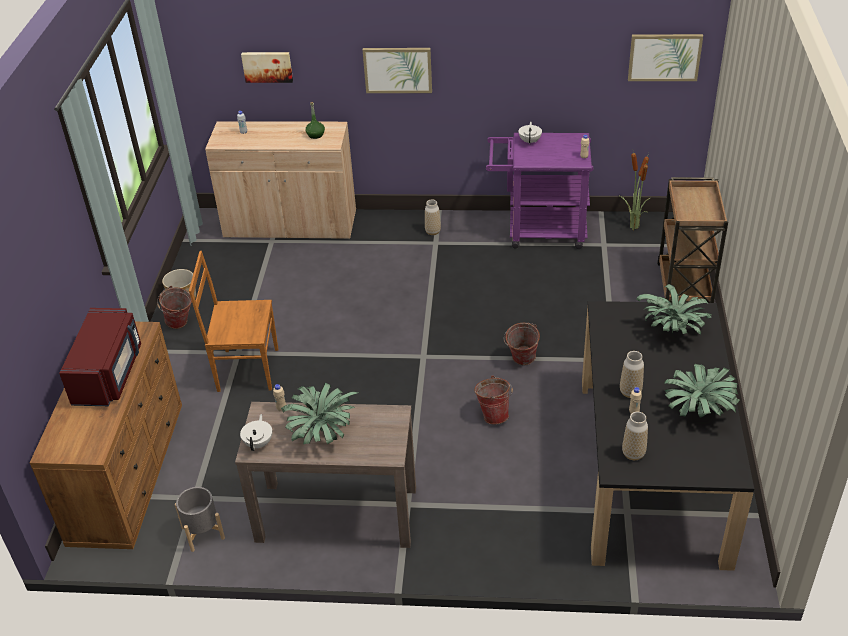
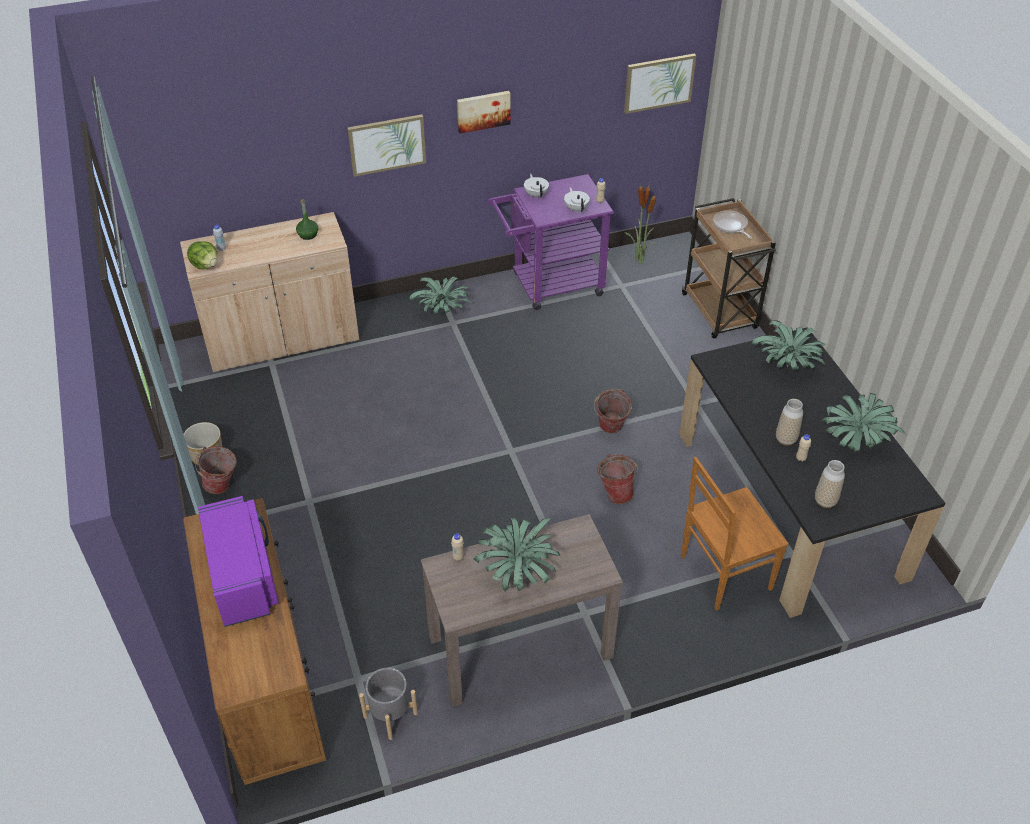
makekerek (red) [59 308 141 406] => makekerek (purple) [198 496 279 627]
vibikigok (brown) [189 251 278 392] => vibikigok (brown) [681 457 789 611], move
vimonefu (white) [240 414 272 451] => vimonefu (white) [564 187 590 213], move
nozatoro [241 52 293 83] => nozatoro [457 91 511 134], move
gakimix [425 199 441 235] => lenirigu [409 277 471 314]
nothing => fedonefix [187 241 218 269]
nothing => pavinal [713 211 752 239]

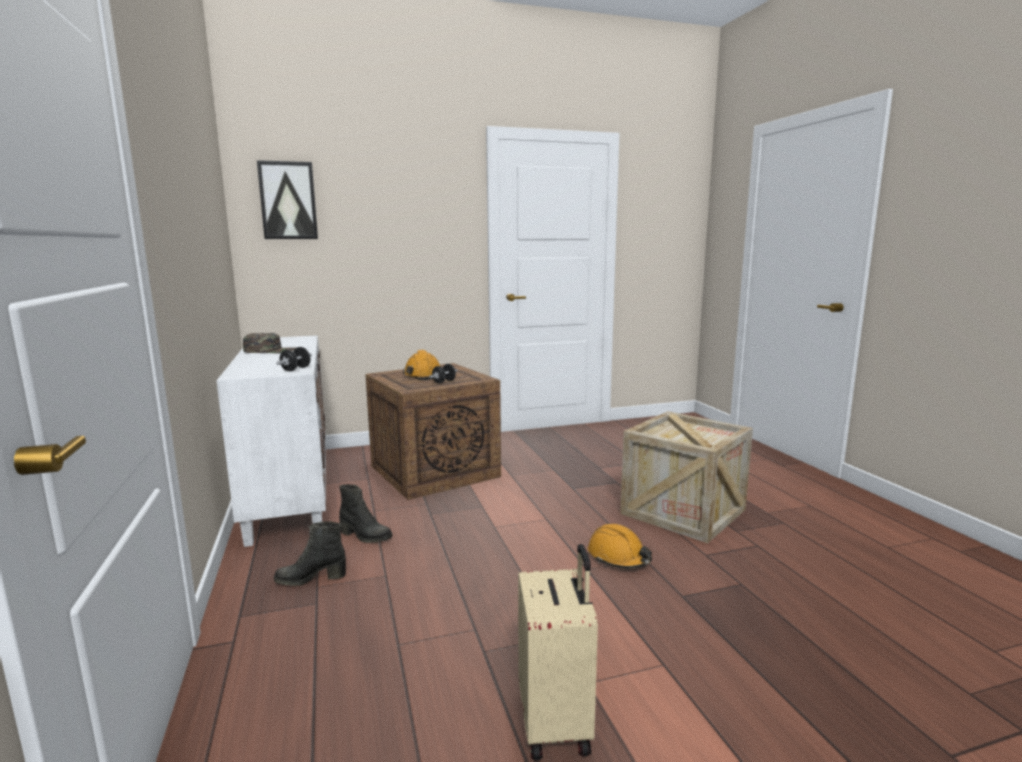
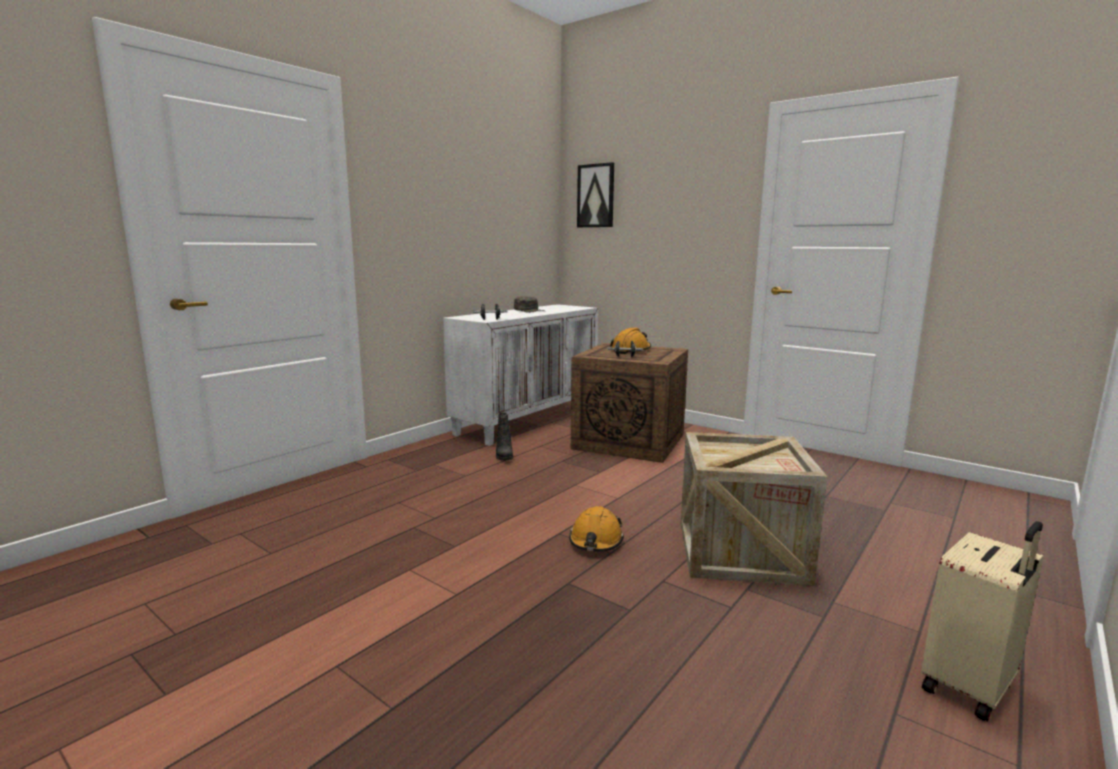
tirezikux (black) [274 521 346 586] => nothing
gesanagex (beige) [518 544 598 760] => gesanagex (beige) [921 521 1044 722], move

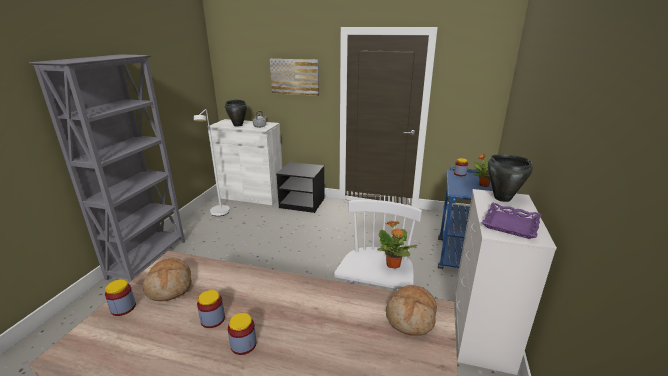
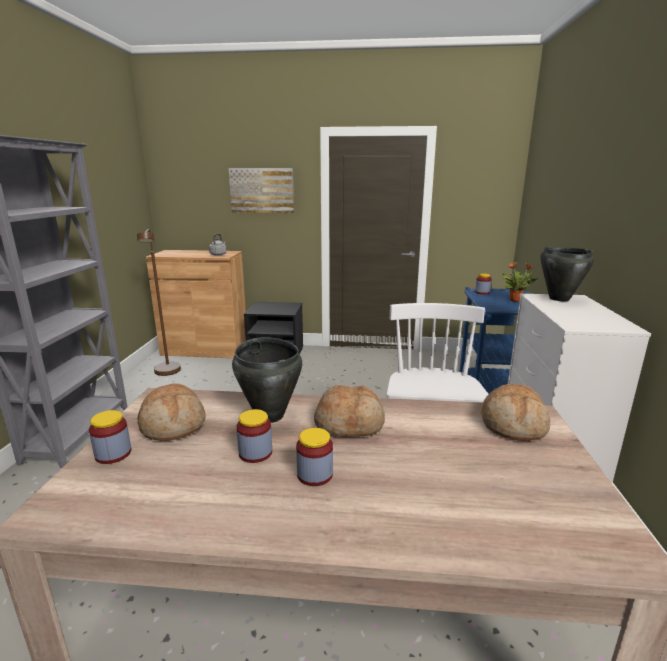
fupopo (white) [194 109 230 216] => fupopo (brown) [137 229 181 376]
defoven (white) [207 119 282 205] => defoven (brown) [146 250 246 358]
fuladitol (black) [225 100 247 127] => fuladitol (black) [232 337 302 423], move
lenirigu [377 221 417 269] => nothing
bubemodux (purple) [482 203 542 239] => nothing
nothing => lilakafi [314 385 385 437]

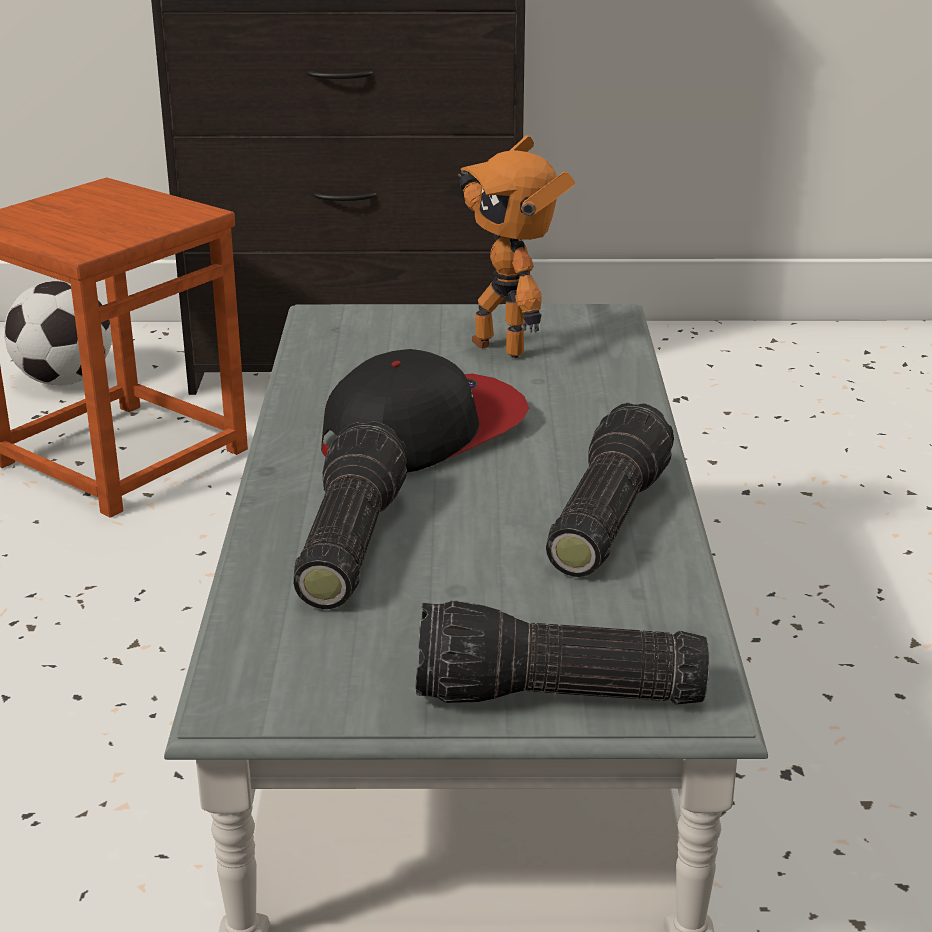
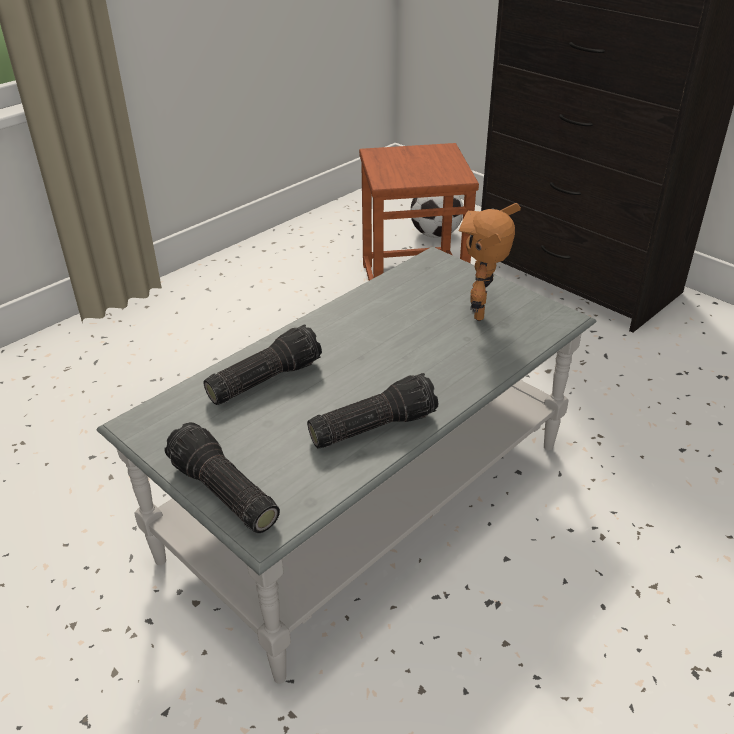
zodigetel [321 349 529 473] => nothing

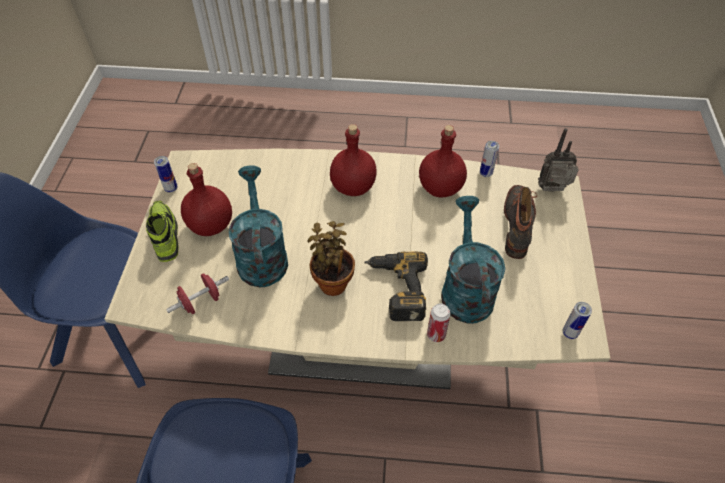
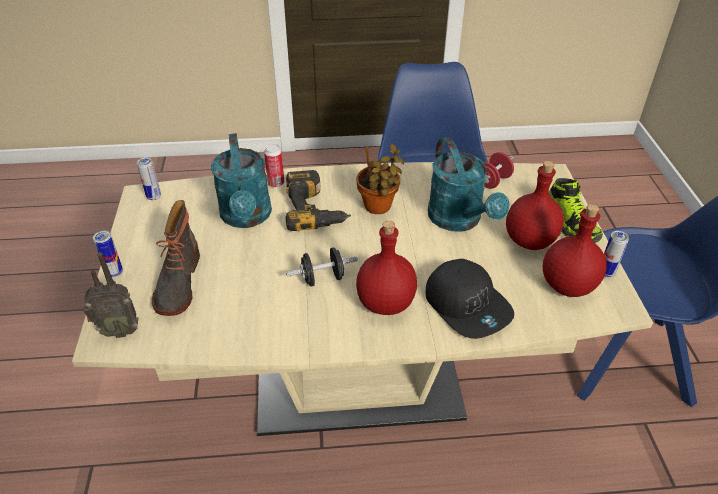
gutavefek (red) [419 125 467 198] => gutavefek (red) [543 204 607 297], move
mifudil [480 141 499 177] => mifudil [93 231 123 277], move
nothing => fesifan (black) [286 247 358 286]
nothing => zodigetel (black) [425 259 514 339]

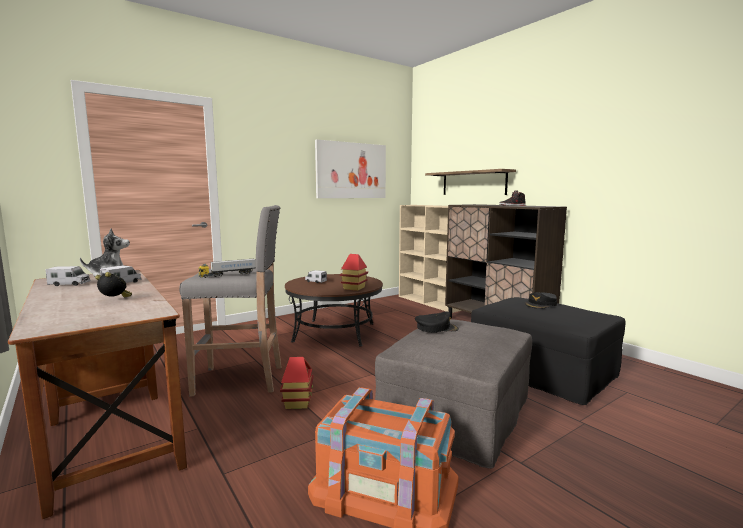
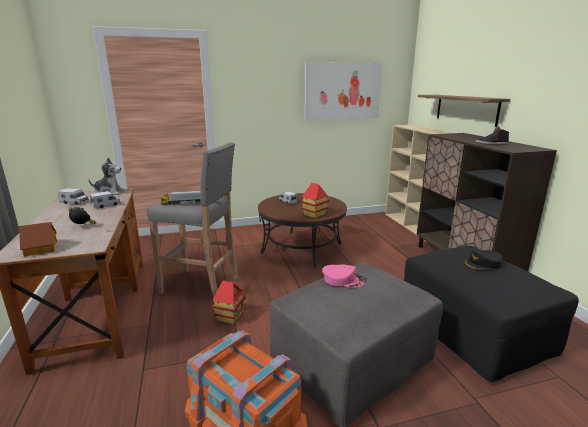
zodigetel (black) [415 311 459 333] => zodigetel (pink) [322 265 364 287]
nothing => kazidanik [19 222 57 256]

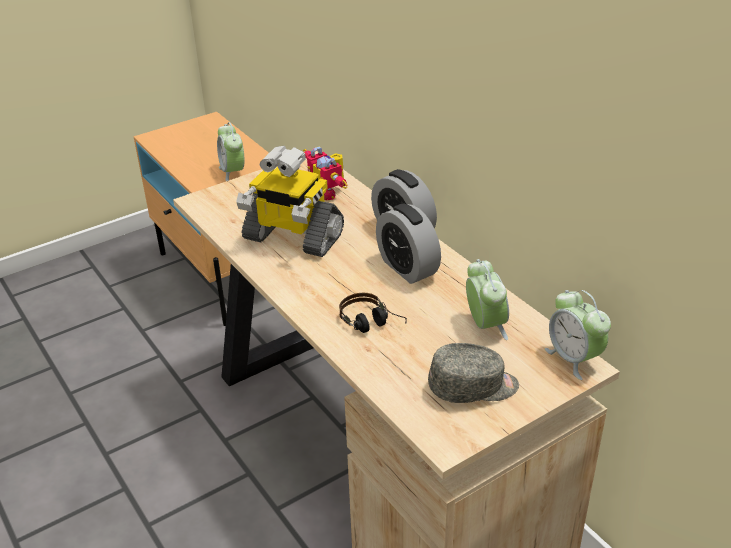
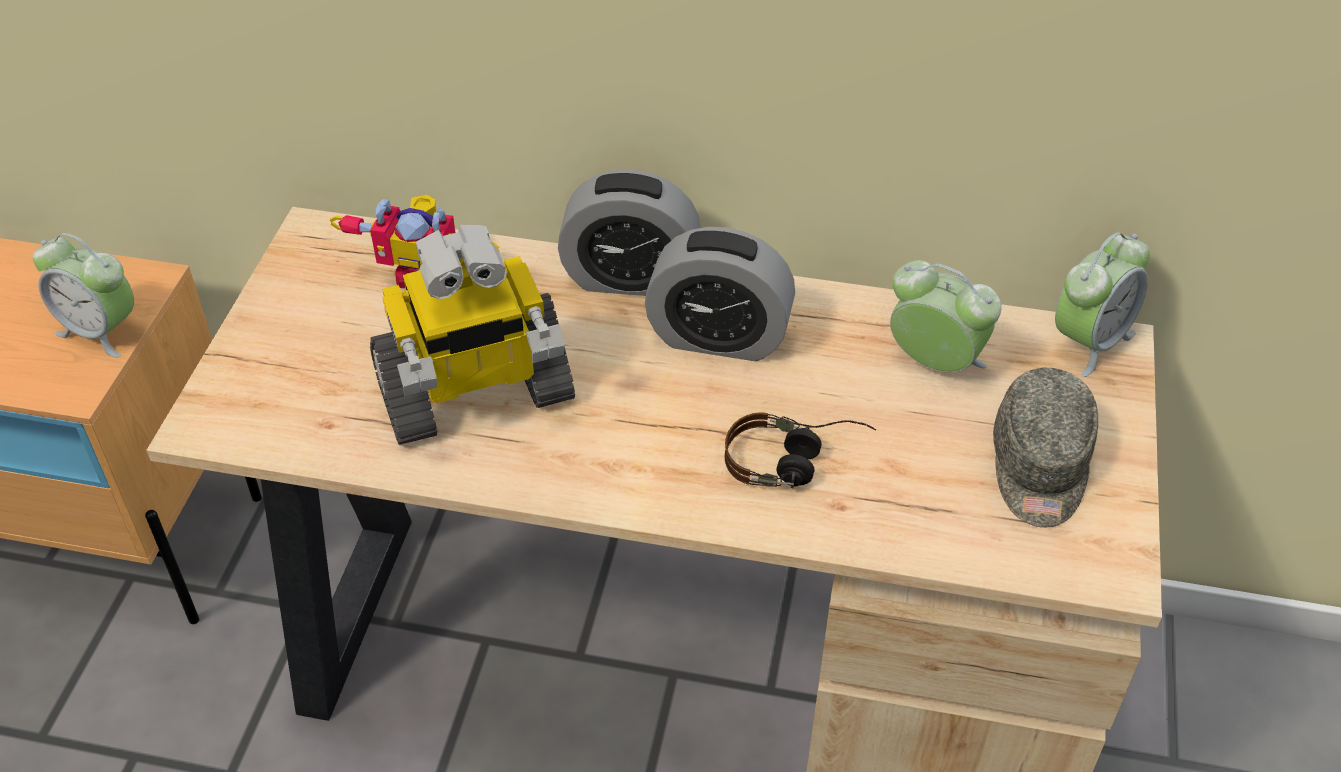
zodigetel (grey) [428 343 519 403] => zodigetel (grey) [993 368 1098 527], 150 degrees clockwise
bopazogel [545 290 611 380] => bopazogel [1055 232 1150 377], 60 degrees counterclockwise

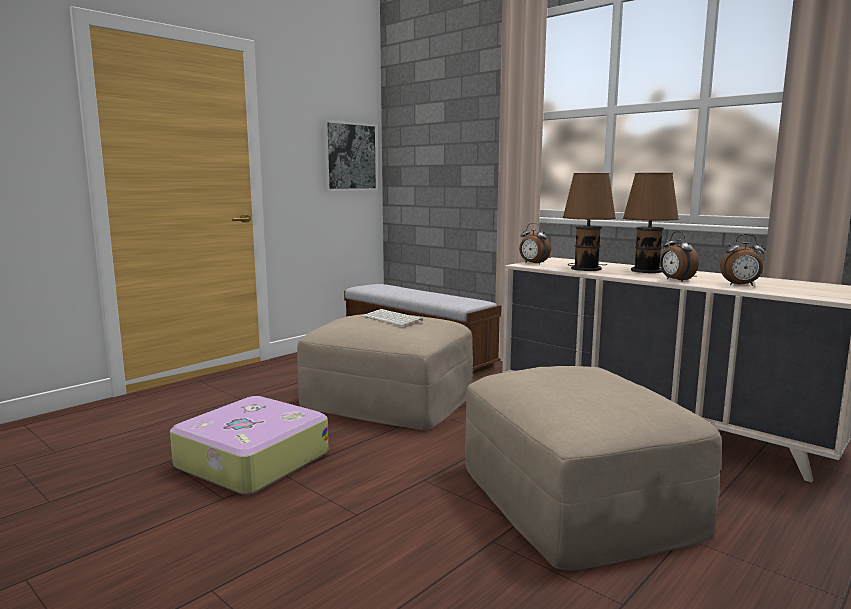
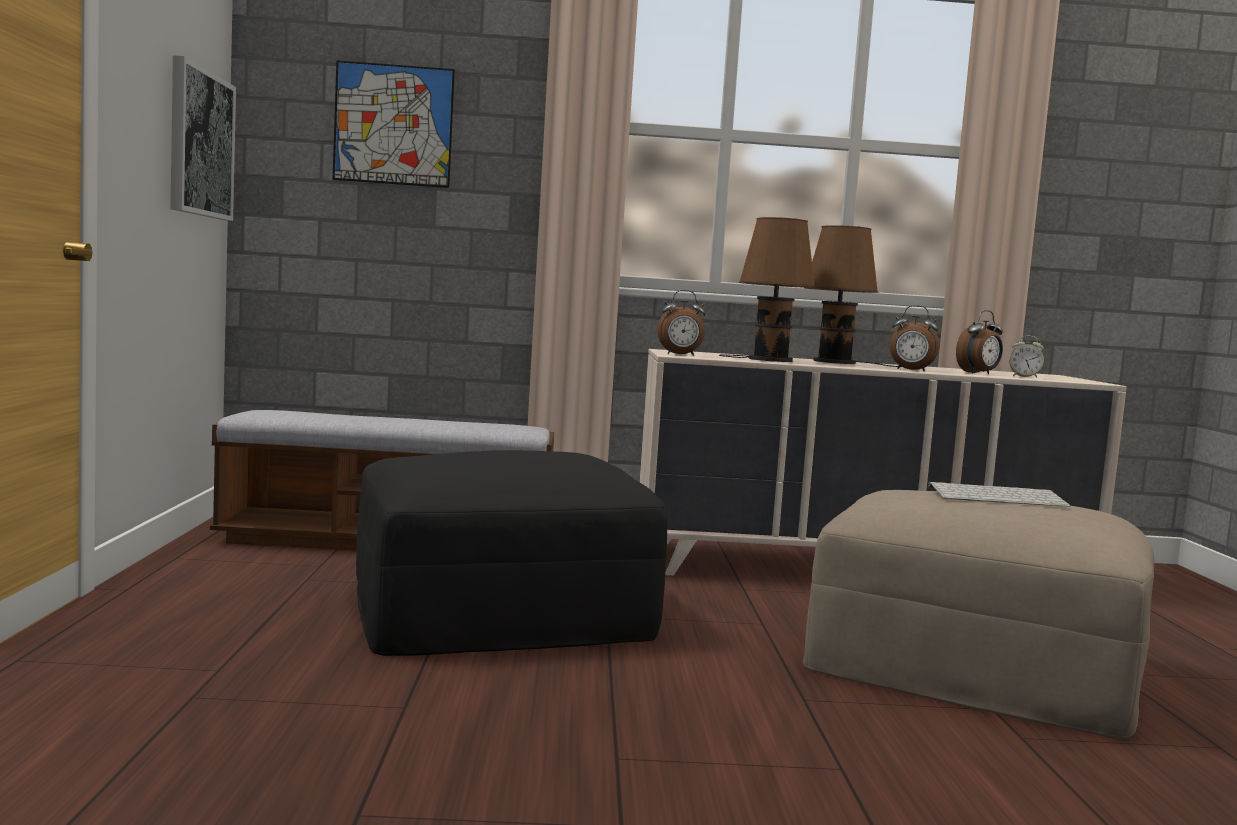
gesanagex [170 396 329 495] => nothing
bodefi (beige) [297 314 473 430] => bodefi (black) [356 450 667 656]
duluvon [362 309 423 326] => duluvon [928 482 1071 507], move
nothing => nozatoro [332 60 455 188]
nothing => bopazogel [1010 336 1044 377]

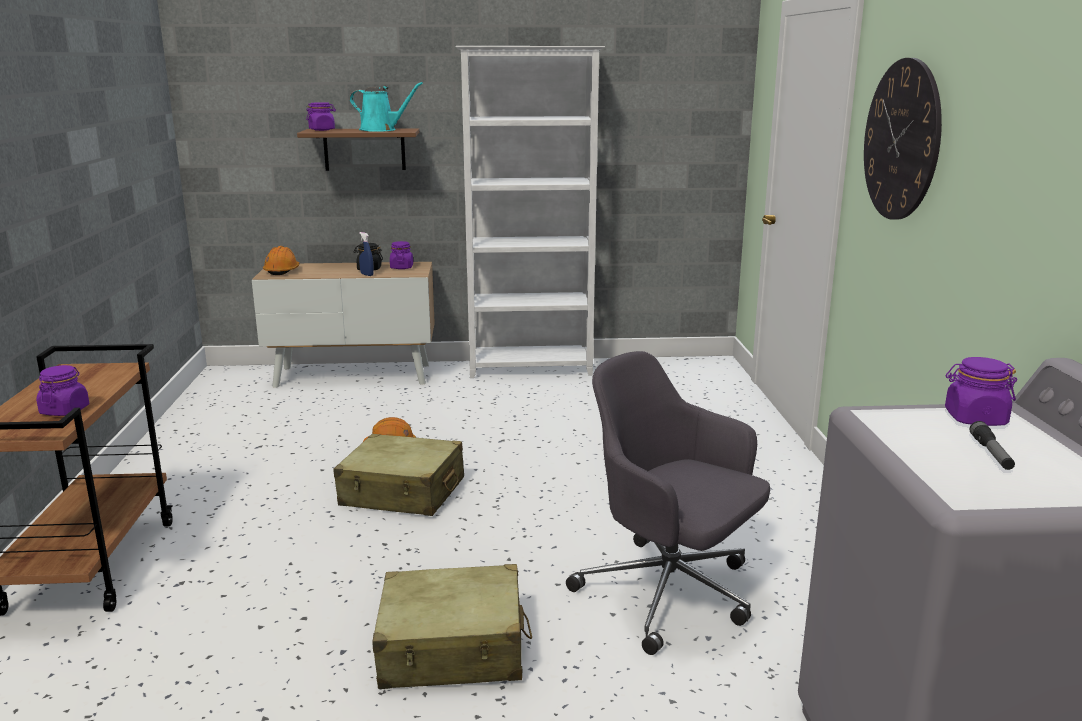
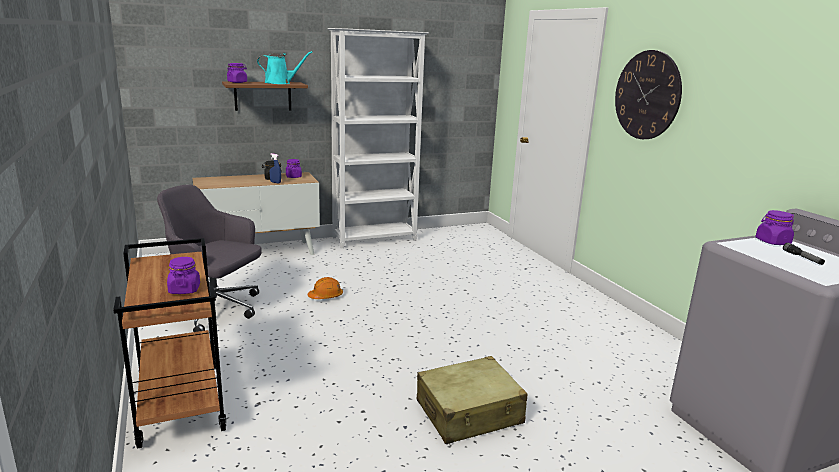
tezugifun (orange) [263 246 299 275] => nothing
gesanagex (beige) [334 434 464 516] => nothing
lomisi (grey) [566 351 770 655] => lomisi (grey) [157 184 262 332], move

